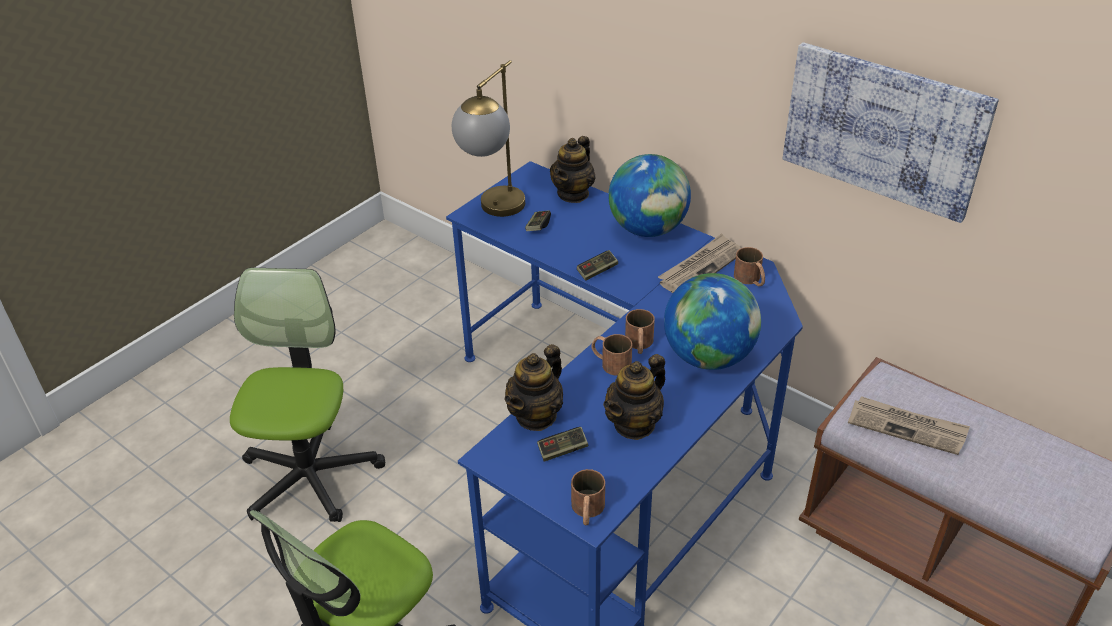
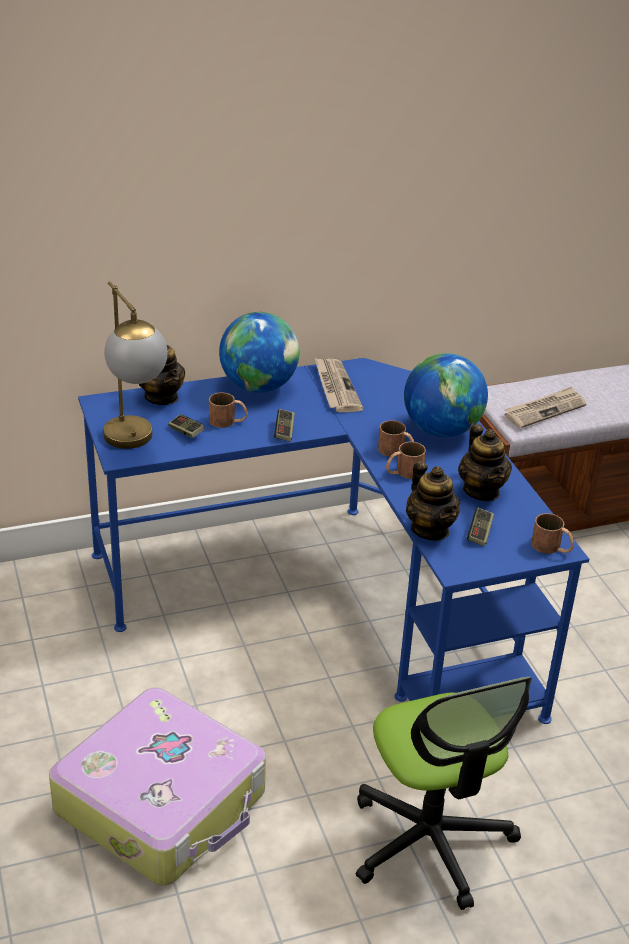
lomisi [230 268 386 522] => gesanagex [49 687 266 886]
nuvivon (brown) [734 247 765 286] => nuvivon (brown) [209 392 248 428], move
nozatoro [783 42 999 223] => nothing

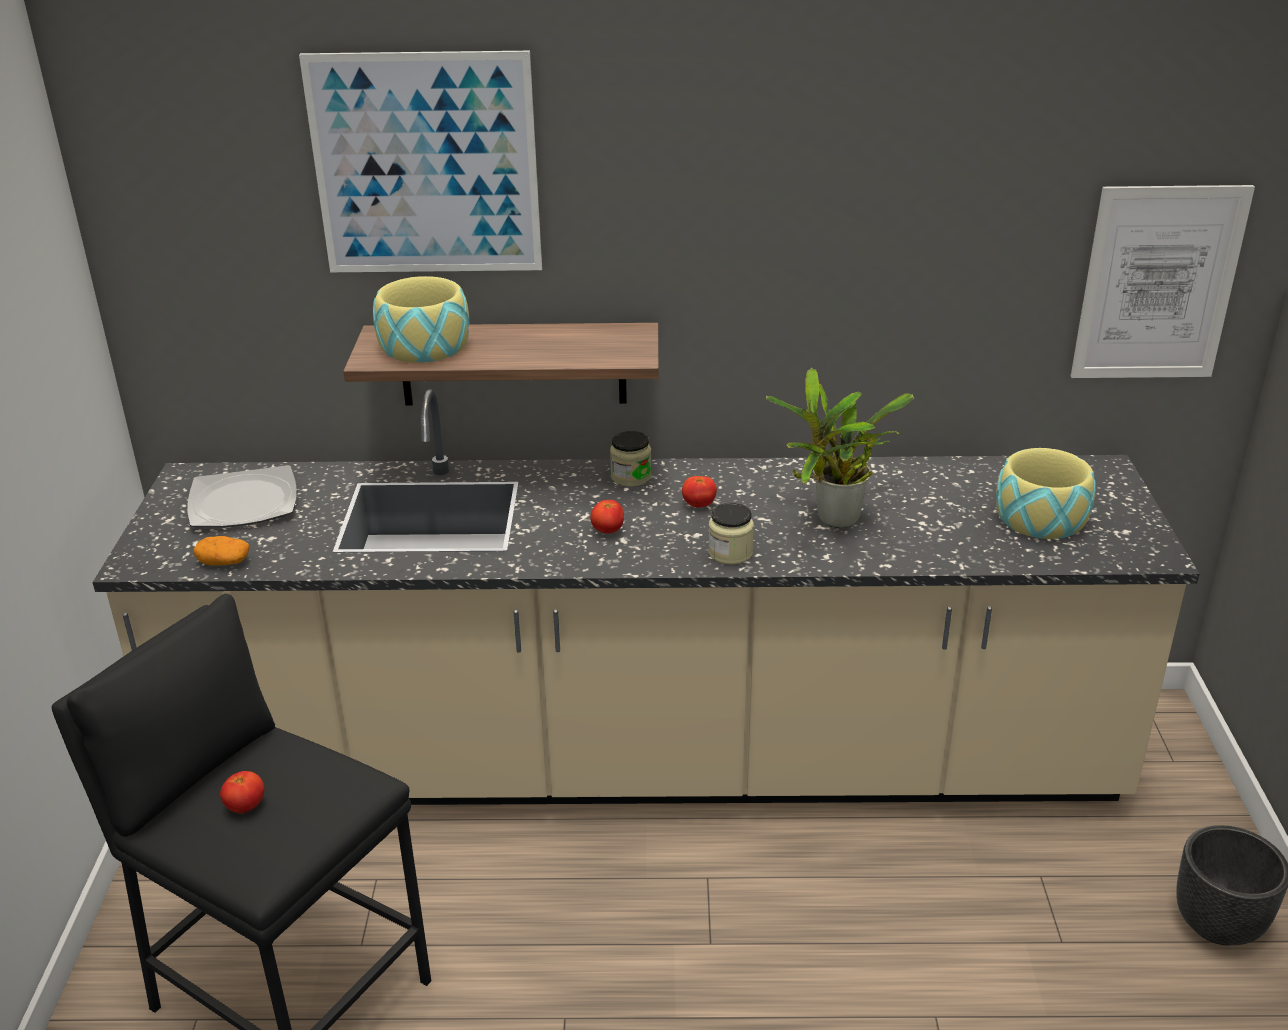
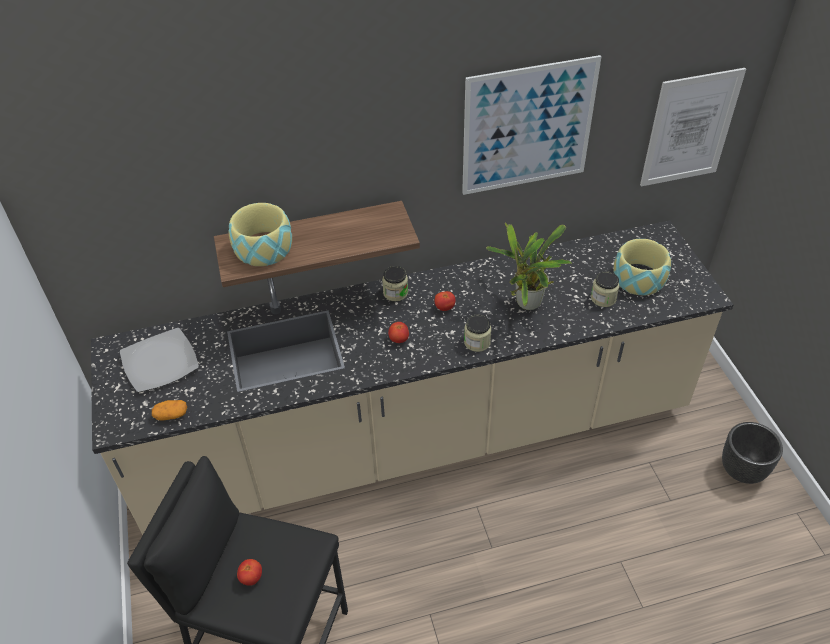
nozatoro [299 51 542 272] => nozatoro [462 55 601 195], move
nothing => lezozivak [591 271 620 307]

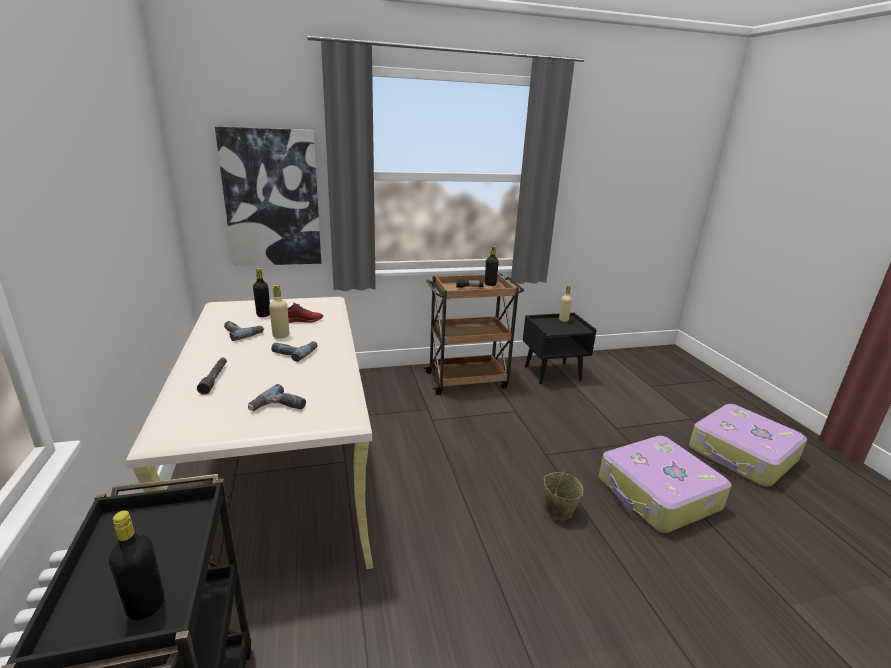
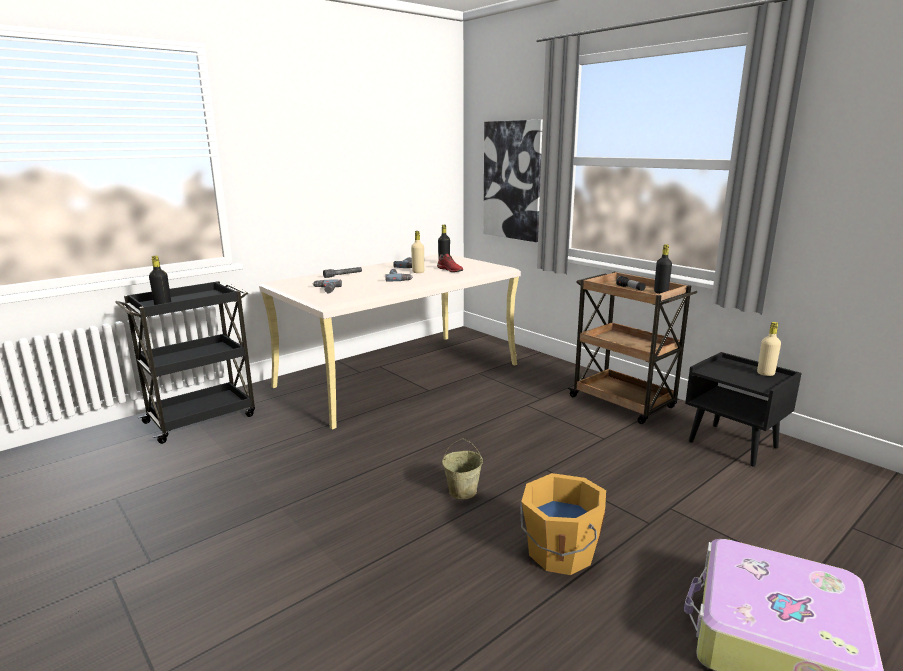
gesanagex [599 436 731 533] => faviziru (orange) [520 473 606 575]

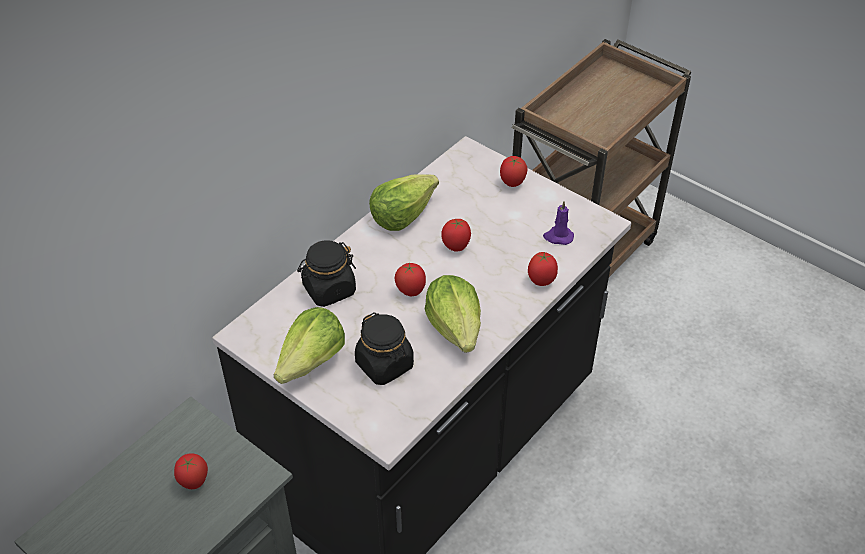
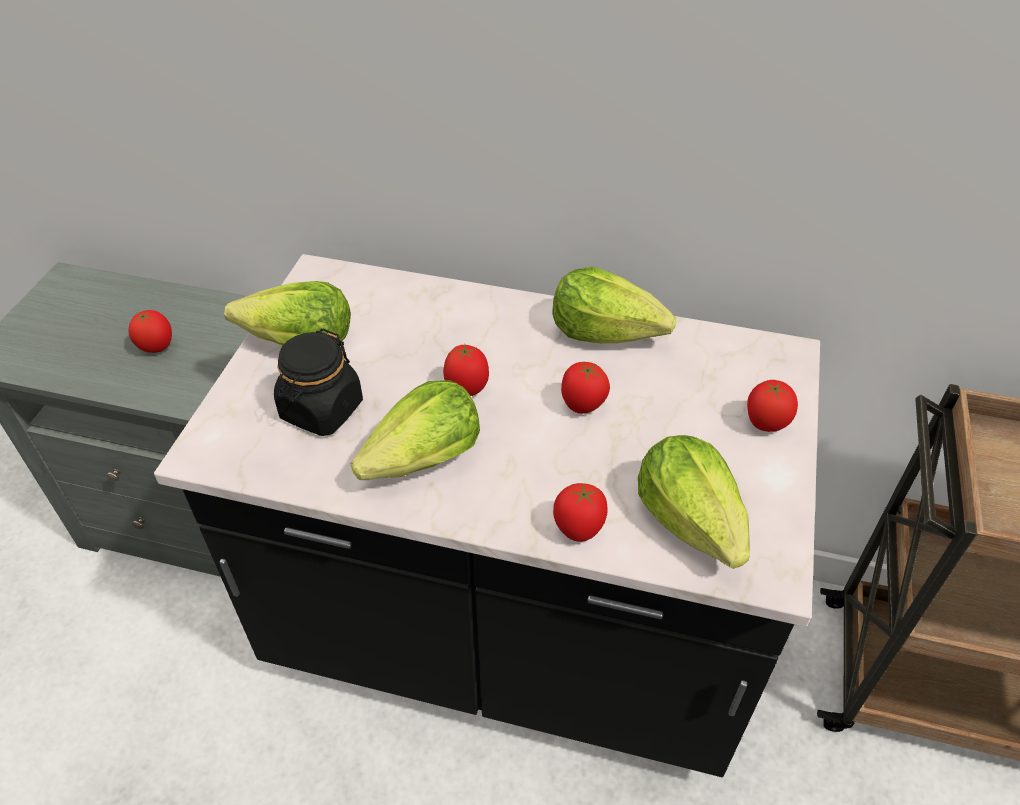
lezozivak (black) [297 240 356 307] => nothing
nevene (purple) [543 201 574 245] => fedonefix [638 435 750 569]

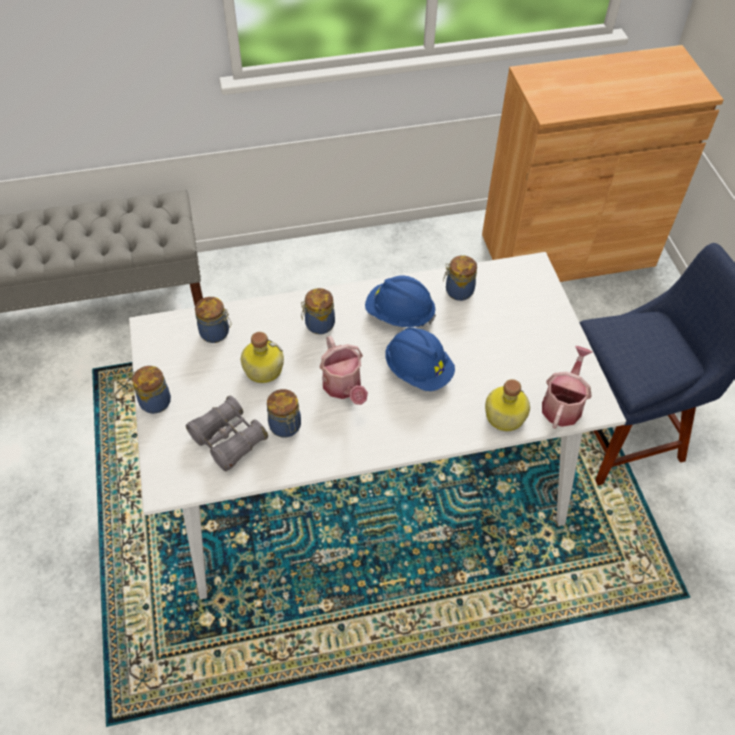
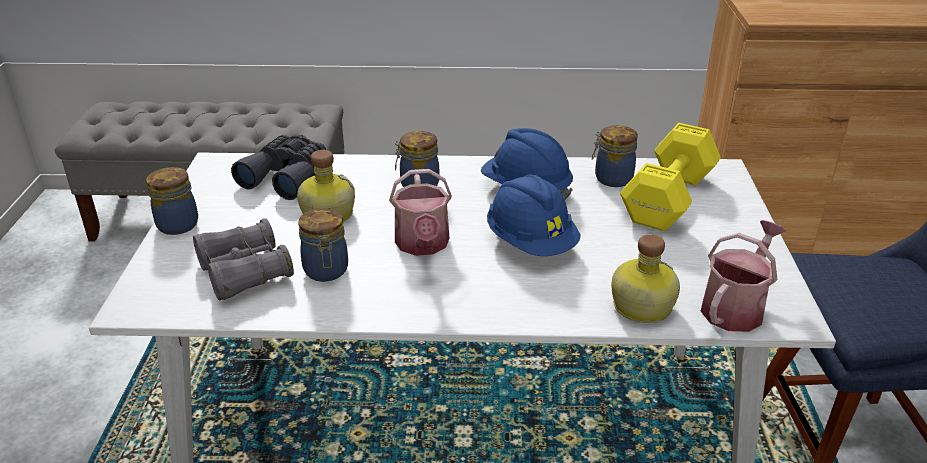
lezozivak [195 297 231 343] => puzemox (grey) [231 135 326 200]
nothing => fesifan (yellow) [620 123 721 231]

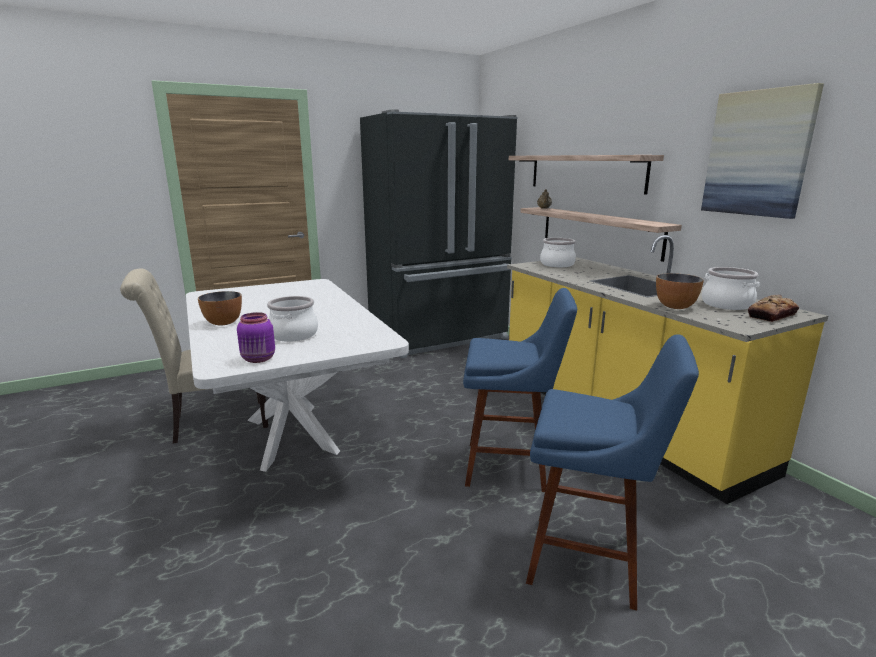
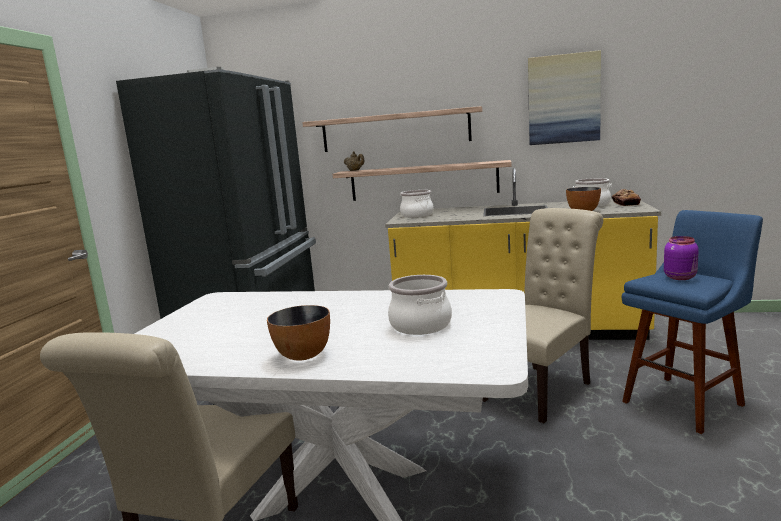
lezozivak (purple) [237 312 275 363] => lezozivak (purple) [664 236 699 280], move
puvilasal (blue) [463 288 577 492] => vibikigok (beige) [482 208 603 423]

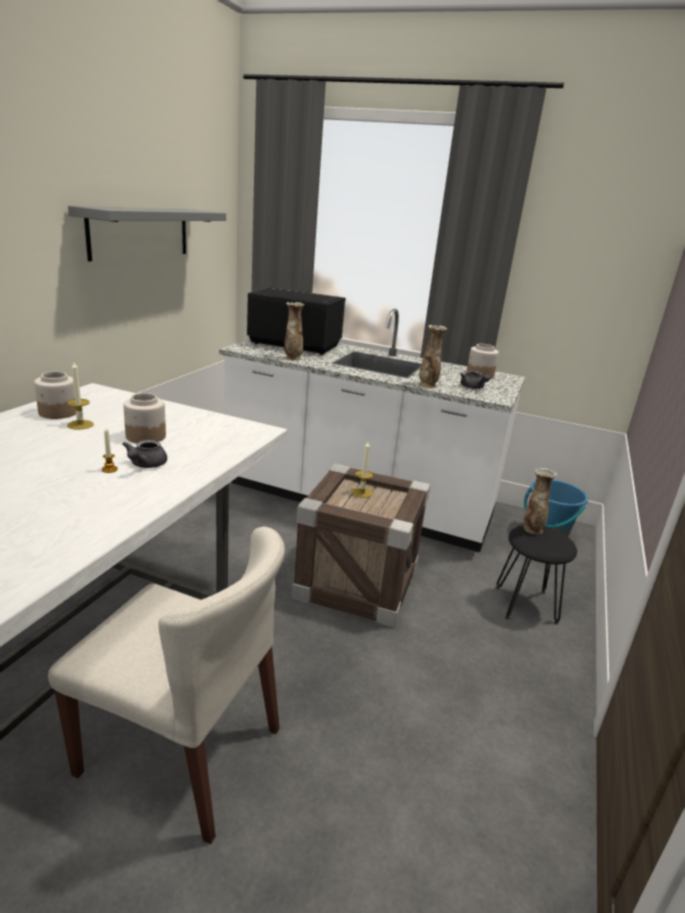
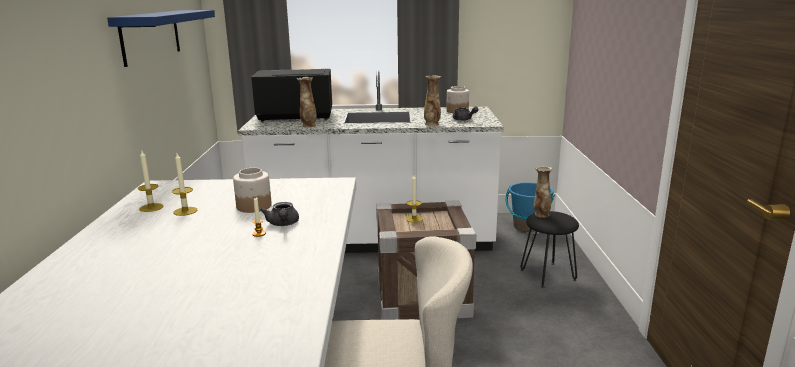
lezozivak [34 372 76 419] => nevene [138 151 163 212]
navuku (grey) [68 206 226 261] => navuku (blue) [107 10 215 67]

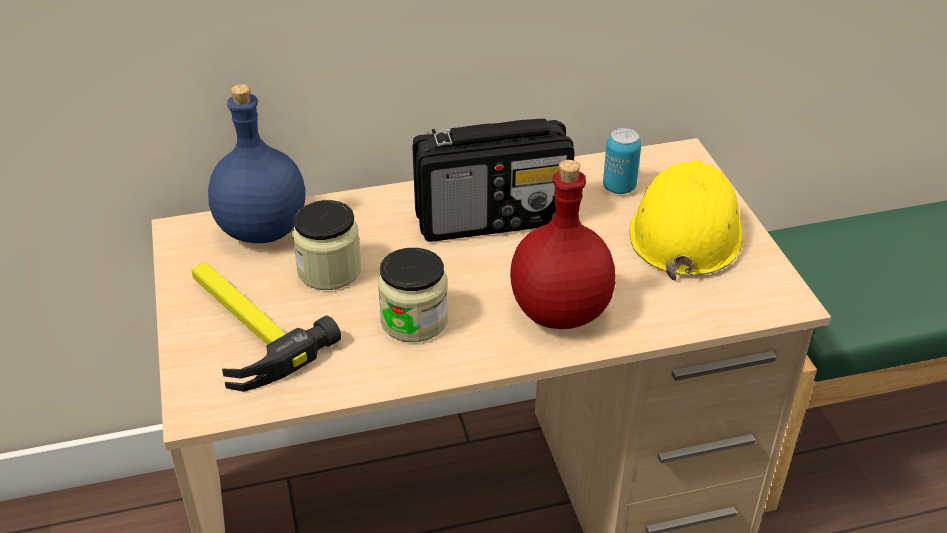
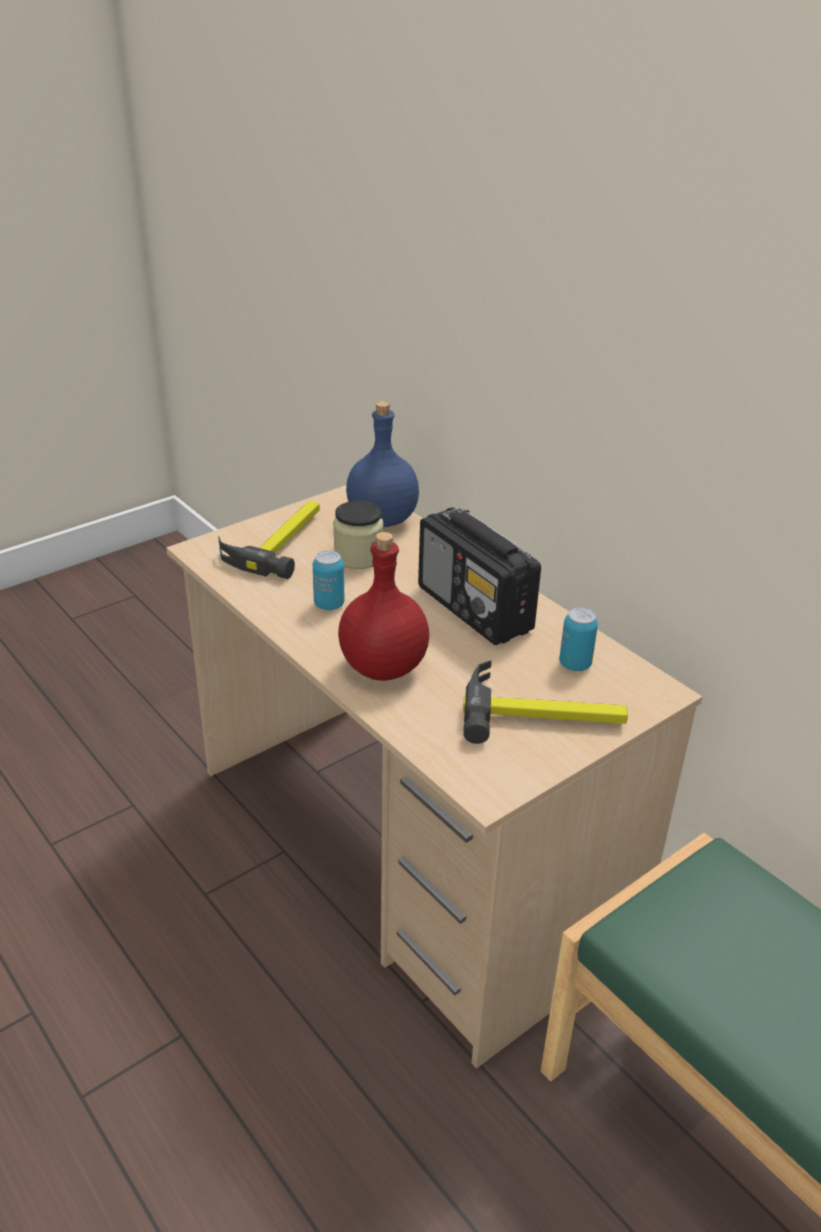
lezozivak [378 248 448 342] => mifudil [313 550 344 610]
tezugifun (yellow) [630 160 743 280] => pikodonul [463 660 628 744]

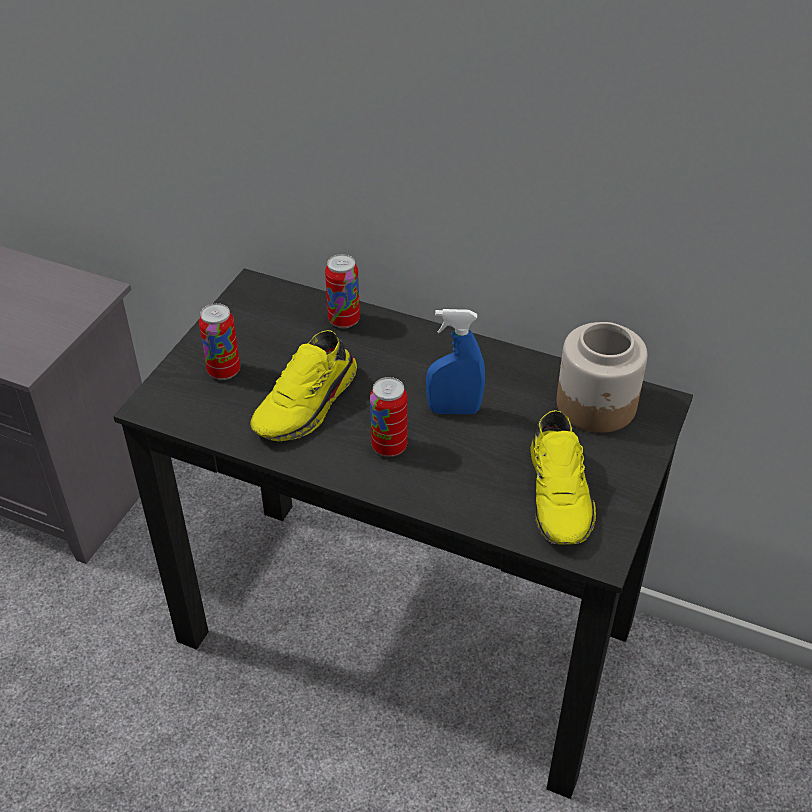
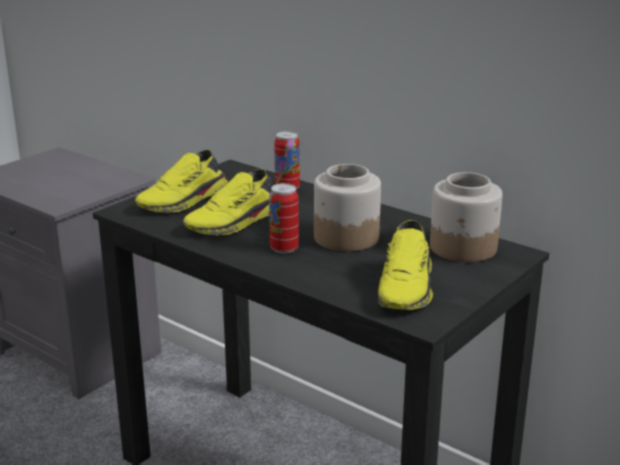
mifudil [199 303 240 380] => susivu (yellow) [135 149 228 213]
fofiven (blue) [426 309 485 414] => lezozivak [314 164 381 252]

